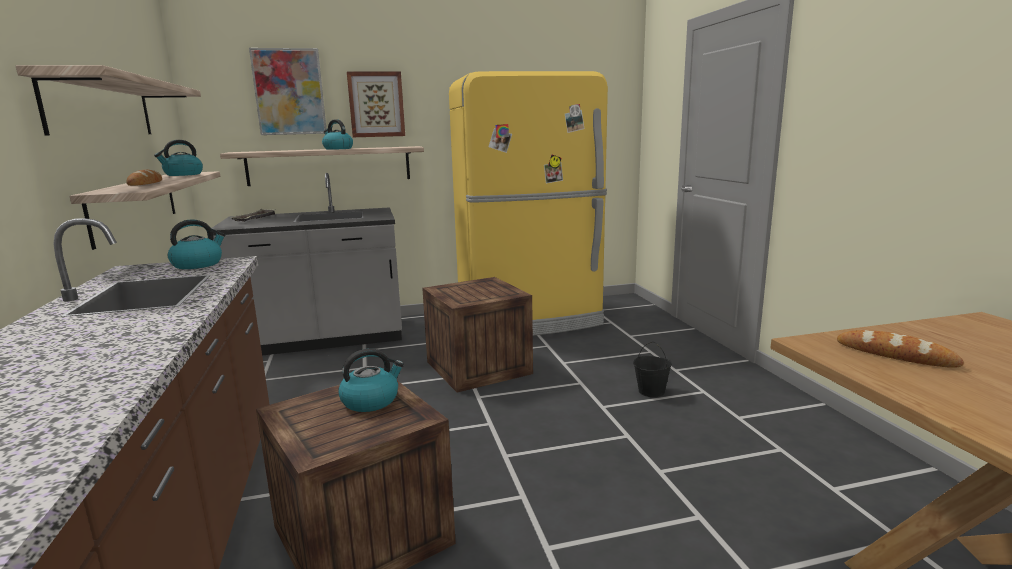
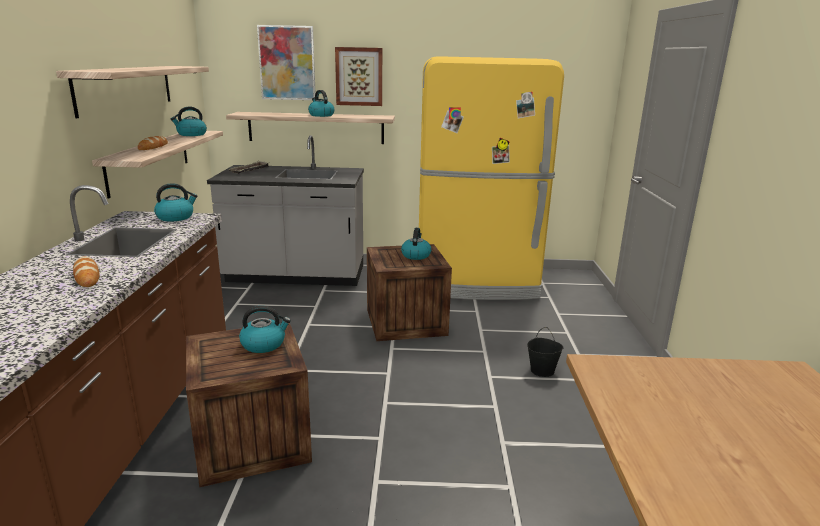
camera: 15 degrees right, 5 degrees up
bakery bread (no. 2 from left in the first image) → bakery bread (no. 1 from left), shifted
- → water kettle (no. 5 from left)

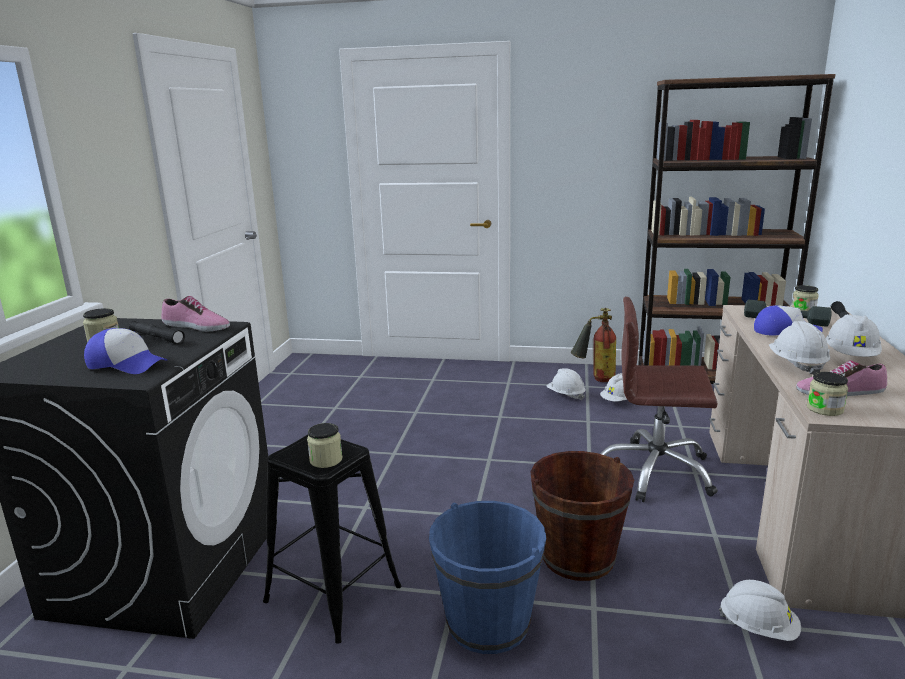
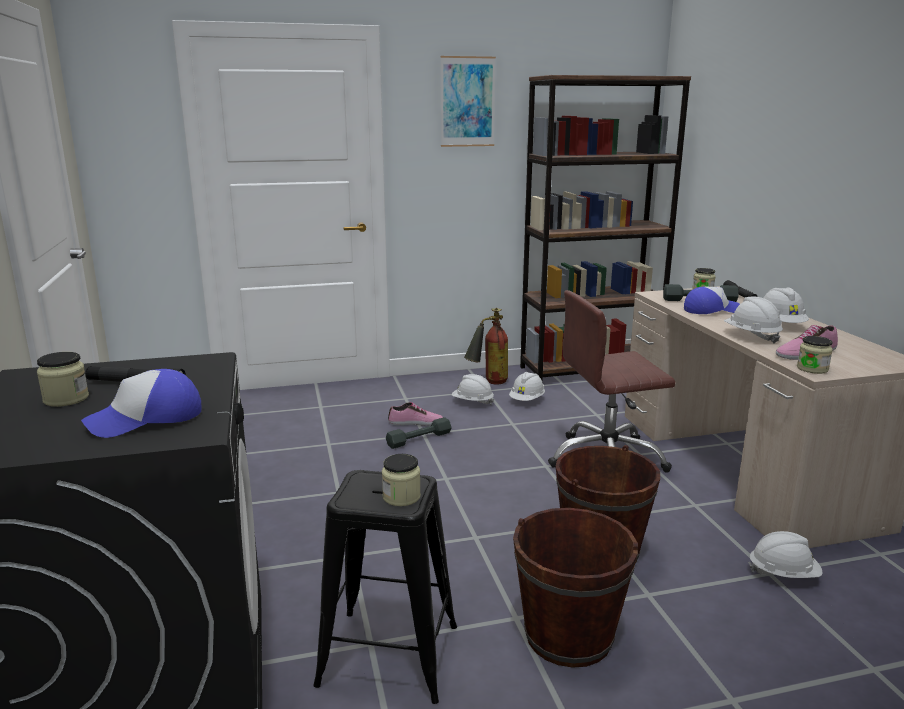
camera: 25 degrees left, 0 degrees up
item of footwear (no. 1 from left), shifted
cap (no. 1 from left), 150 degrees clockwise
blue-coloured water bucket → brownish water bucket (no. 1 from left)
- → picture
- → greyish free weight (no. 1 from left)

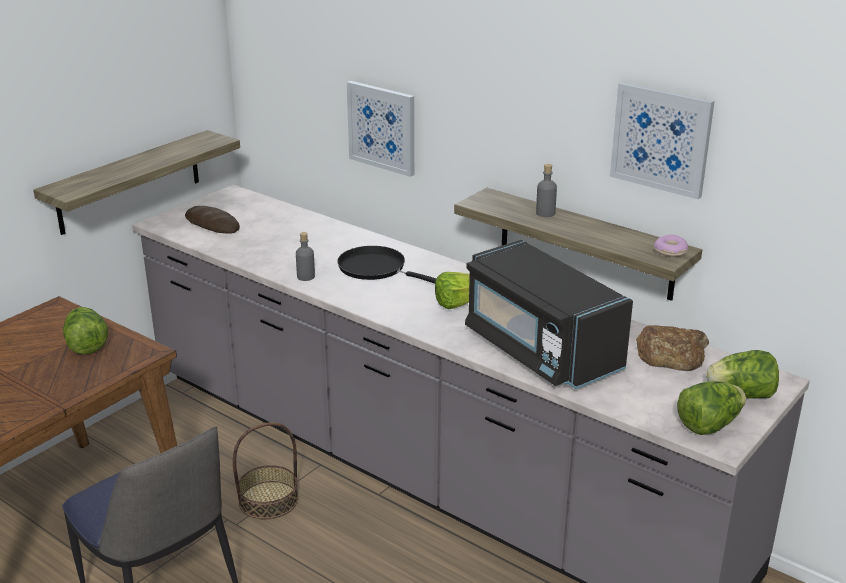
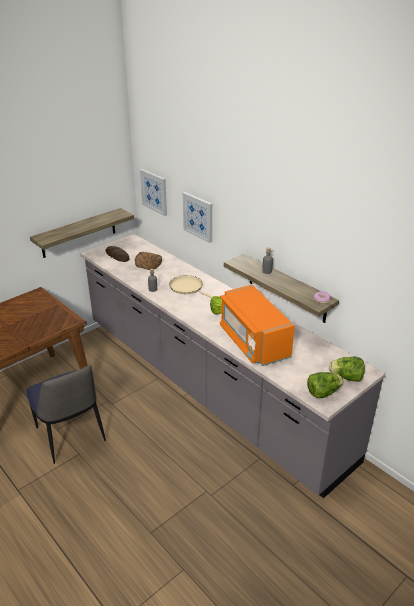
camera: 10 degrees right, 5 degrees up
picture (no. 2 from left in the first image) → picture (no. 1 from left), shifted
blackish microwave oven → orange microwave oven
blackish pan → beige pan
lettuce head (no. 1 from left) → -
bakery bread (no. 2 from left), shifted
household basket → -

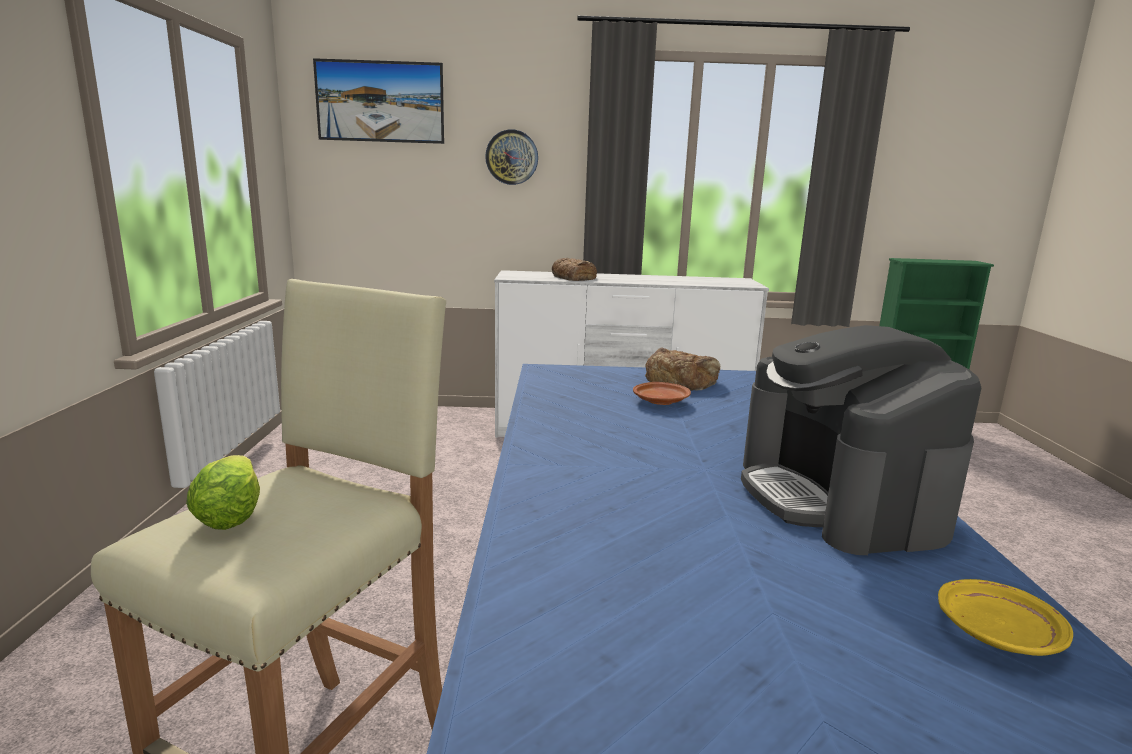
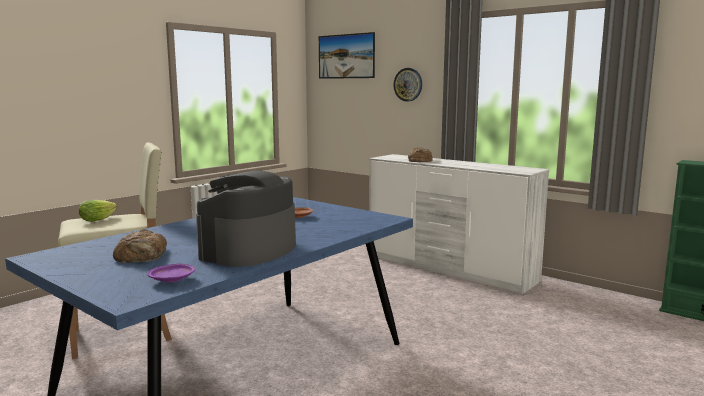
camera: 40 degrees right, 5 degrees down
bakery bread (no. 2 from left in the first image) → bakery bread (no. 1 from left), shifted
yellow dinner plate → purple-coloured dinner plate

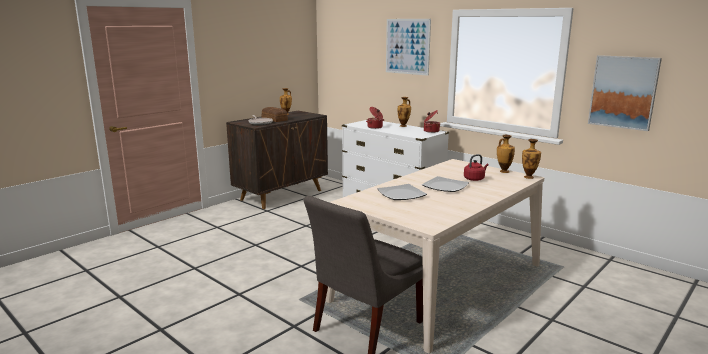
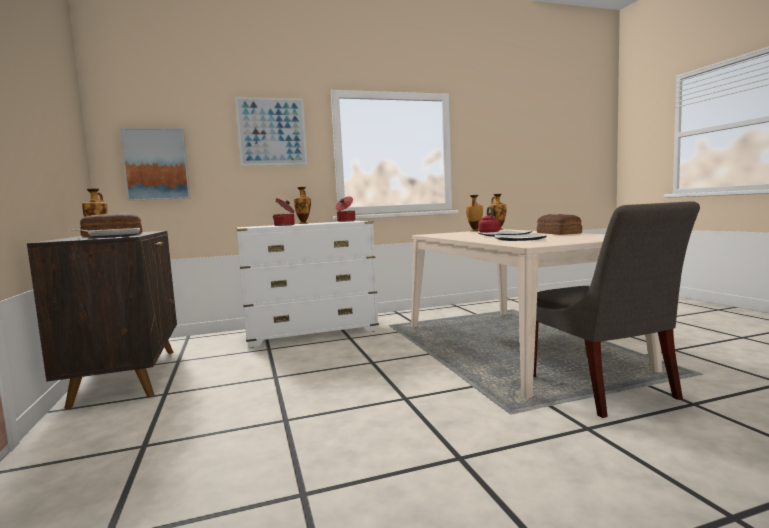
camera: 60 degrees left, 10 degrees down
picture (no. 2 from left in the first image) → picture (no. 1 from left), shifted
- → bakery bread (no. 2 from left)

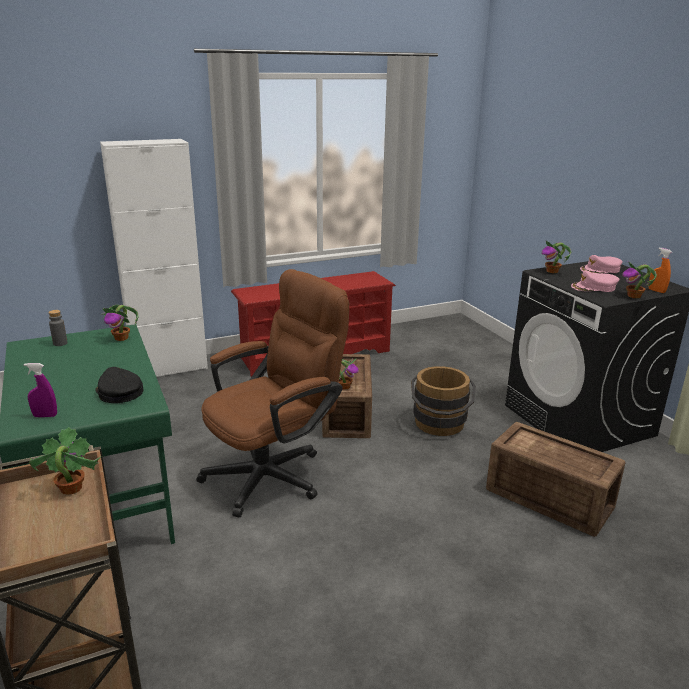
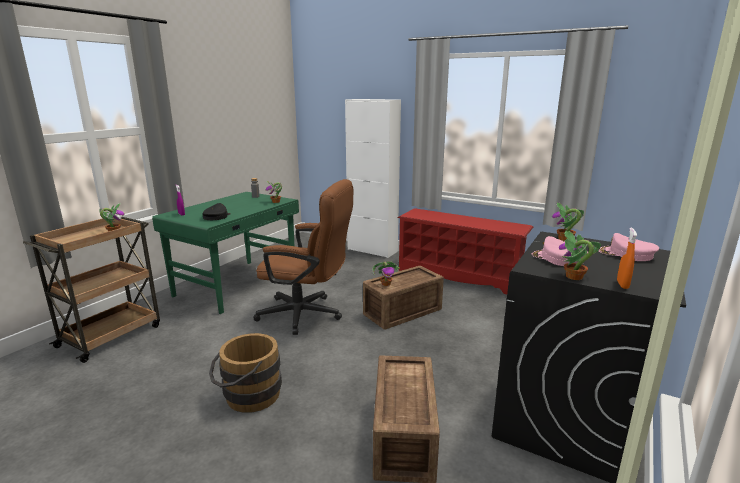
camera: 55 degrees right, 5 degrees down
brownish water bucket, shifted

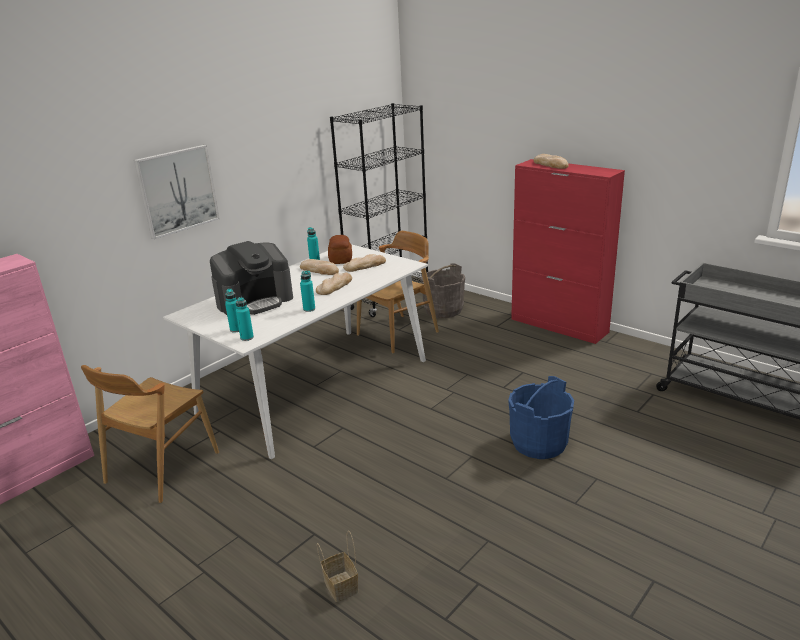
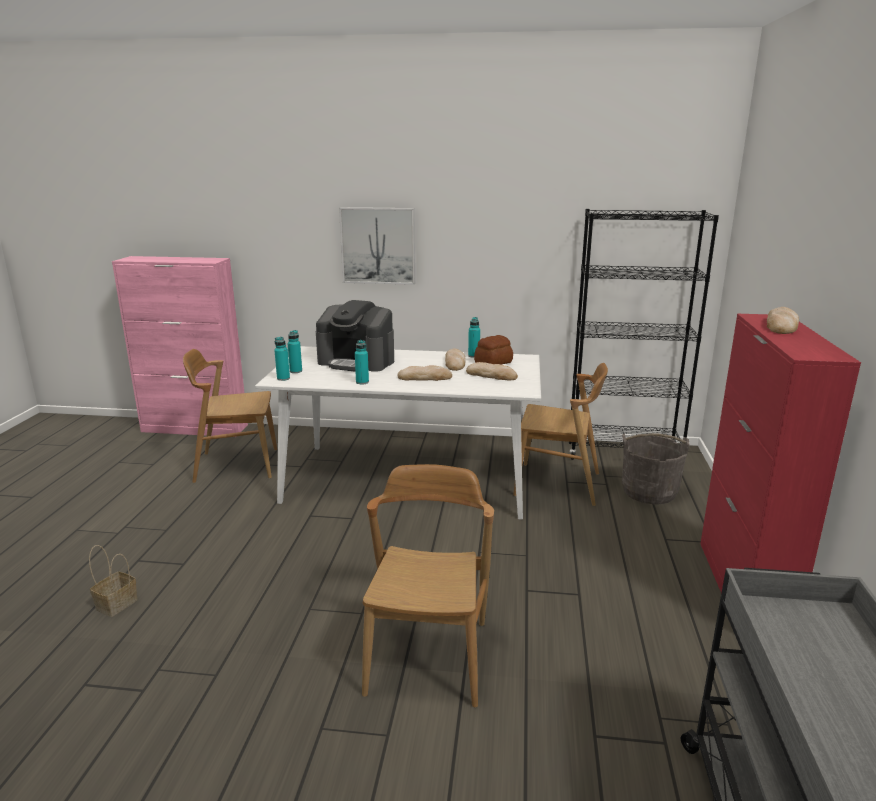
camera: 55 degrees right, 5 degrees down
blue-coloured water bucket → brownish plain chair (no. 2 from left)

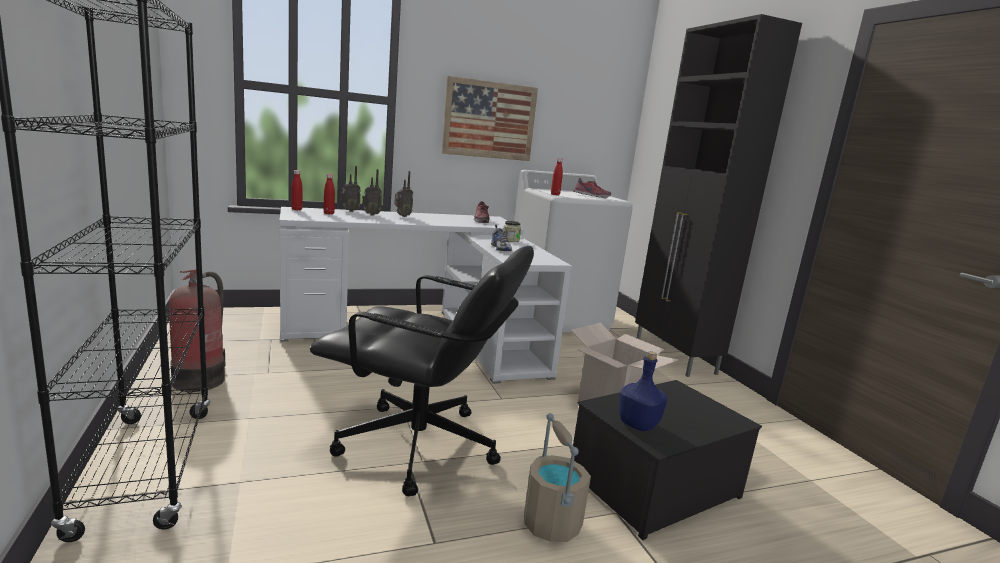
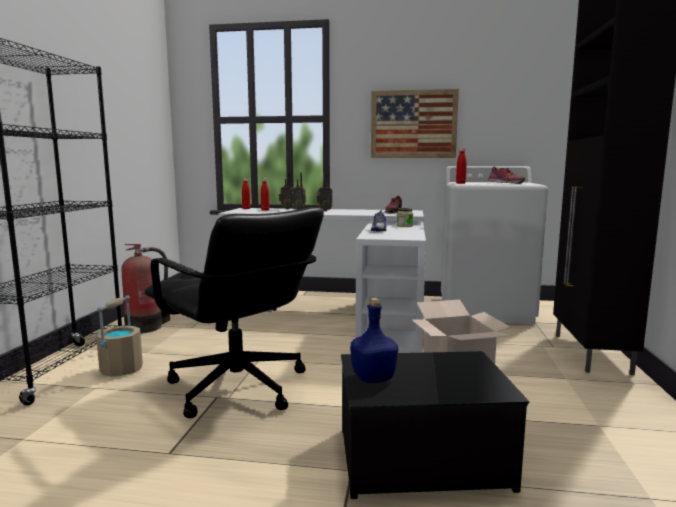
camera: 30 degrees right, 5 degrees down
beige water bucket, shifted

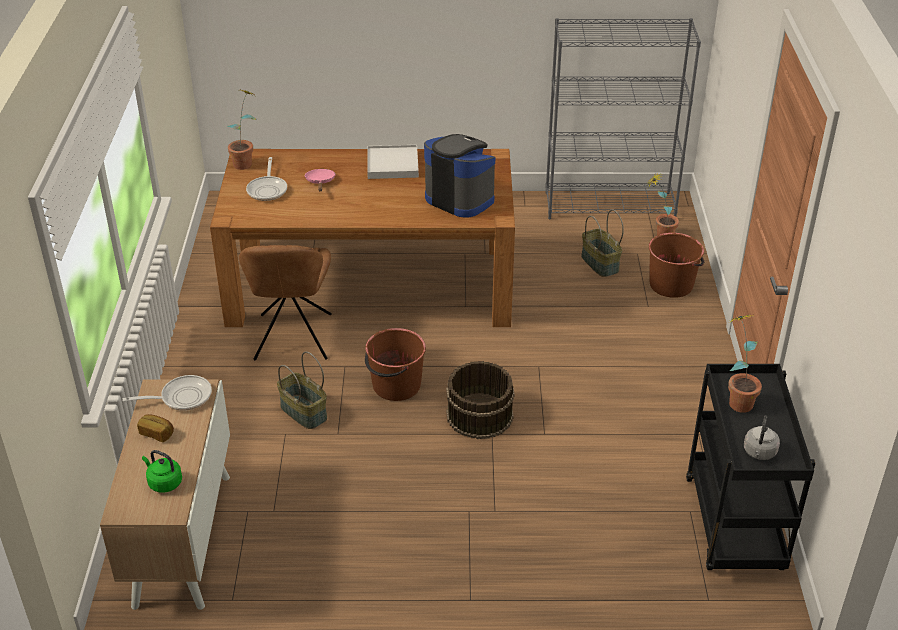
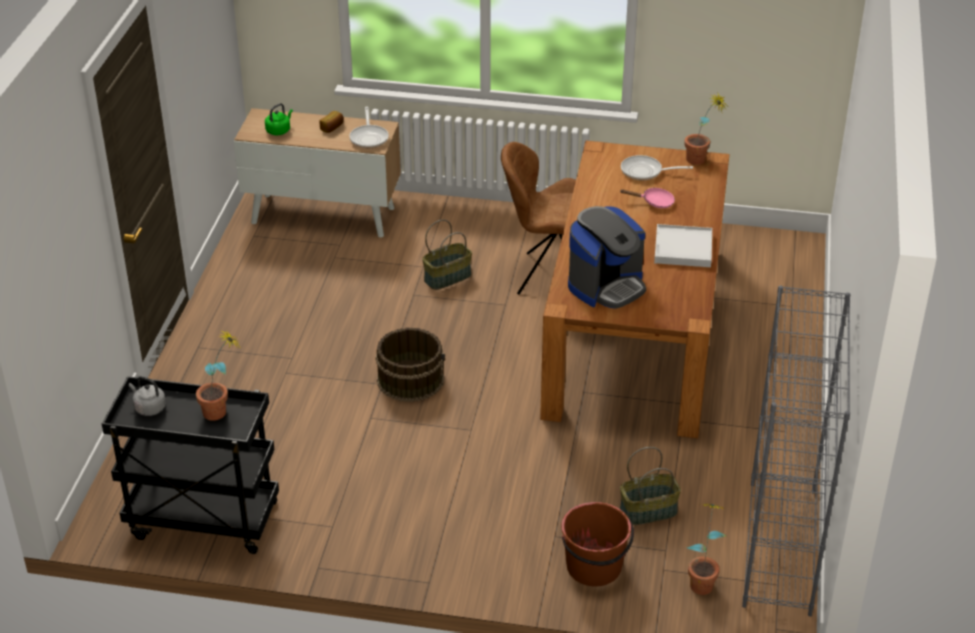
camera: 100 degrees right, 0 degrees up
brownish water bucket (no. 1 from left) → -

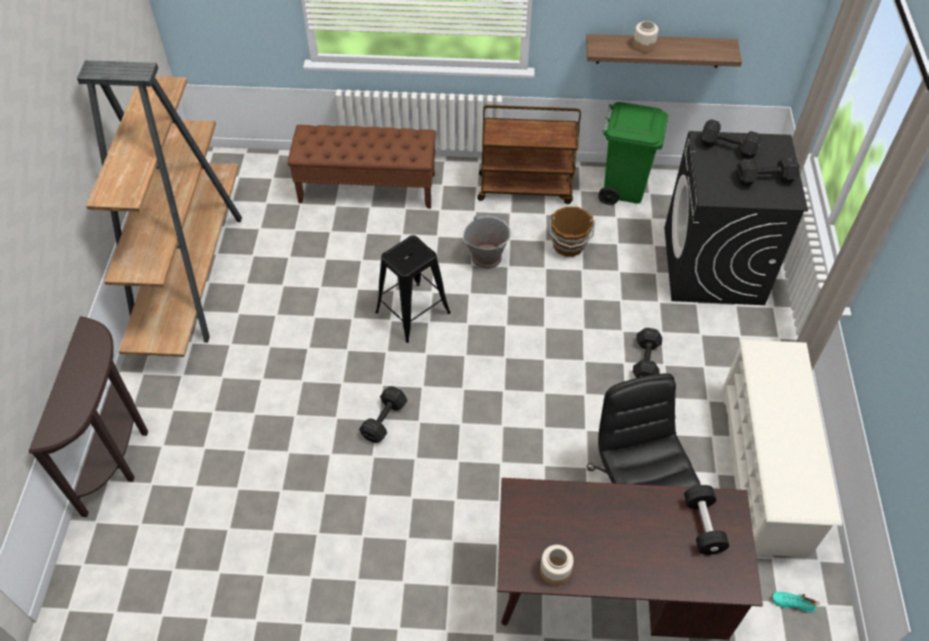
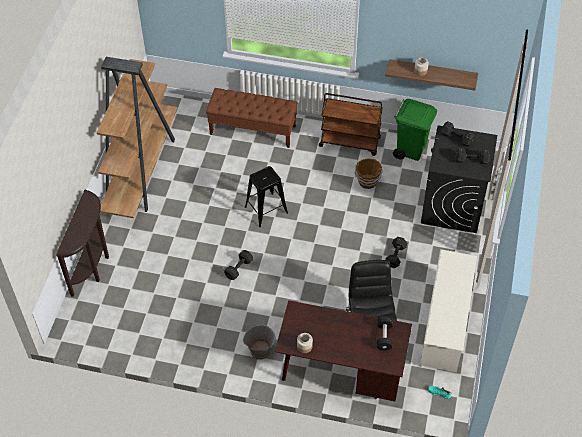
camera: 10 degrees right, 0 degrees up
greyish water bucket, shifted

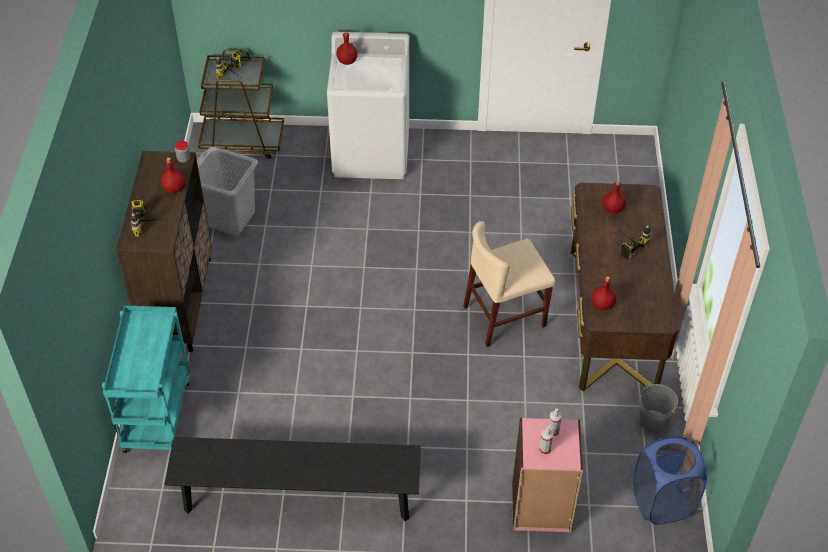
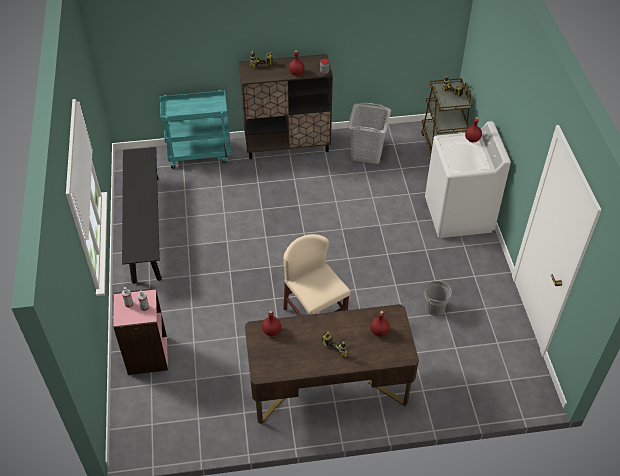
camera: 80 degrees right, 0 degrees up
greyish water bucket, shifted
blue-coloured washing basket → -

